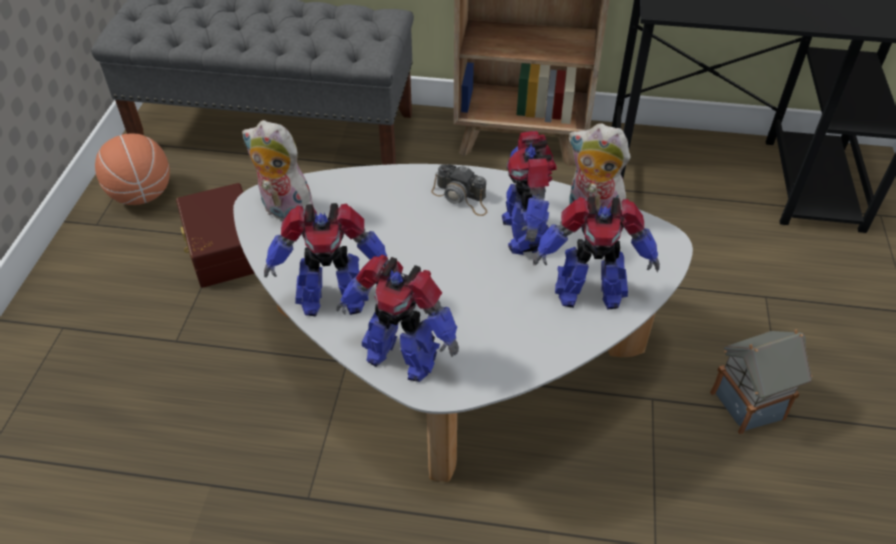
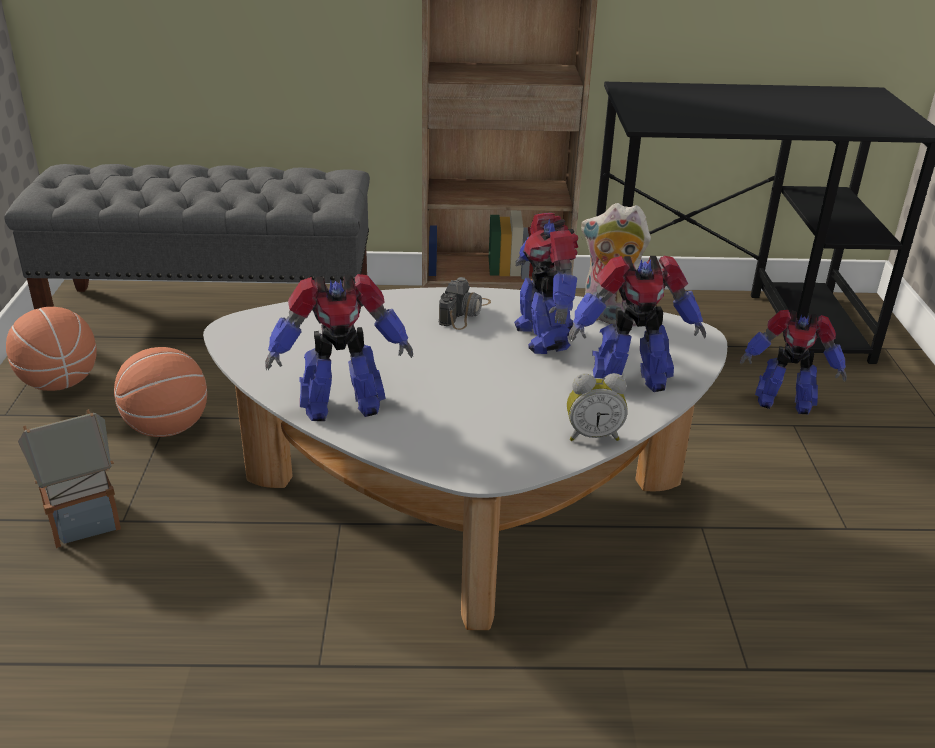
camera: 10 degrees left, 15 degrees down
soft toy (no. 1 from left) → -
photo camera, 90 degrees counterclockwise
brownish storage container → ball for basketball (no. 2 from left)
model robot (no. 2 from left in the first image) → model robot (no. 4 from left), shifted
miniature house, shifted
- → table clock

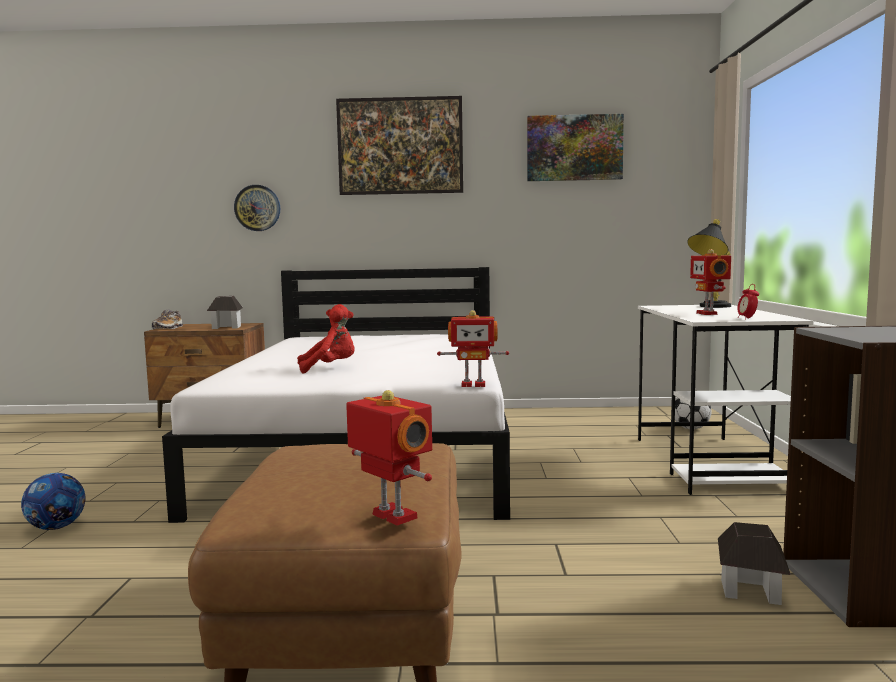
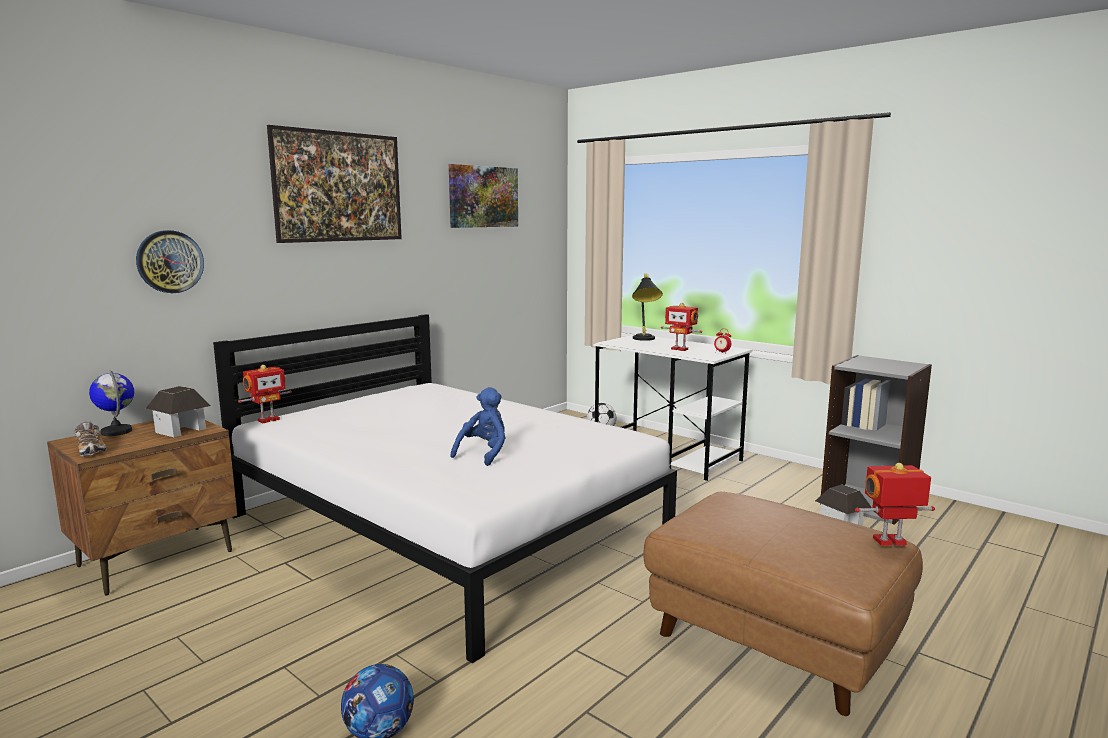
camera: 50 degrees left, 5 degrees up
reddish soft toy → blue-coloured soft toy
model robot (no. 2 from left in the first image) → model robot (no. 1 from left), shifted
- → desk globe

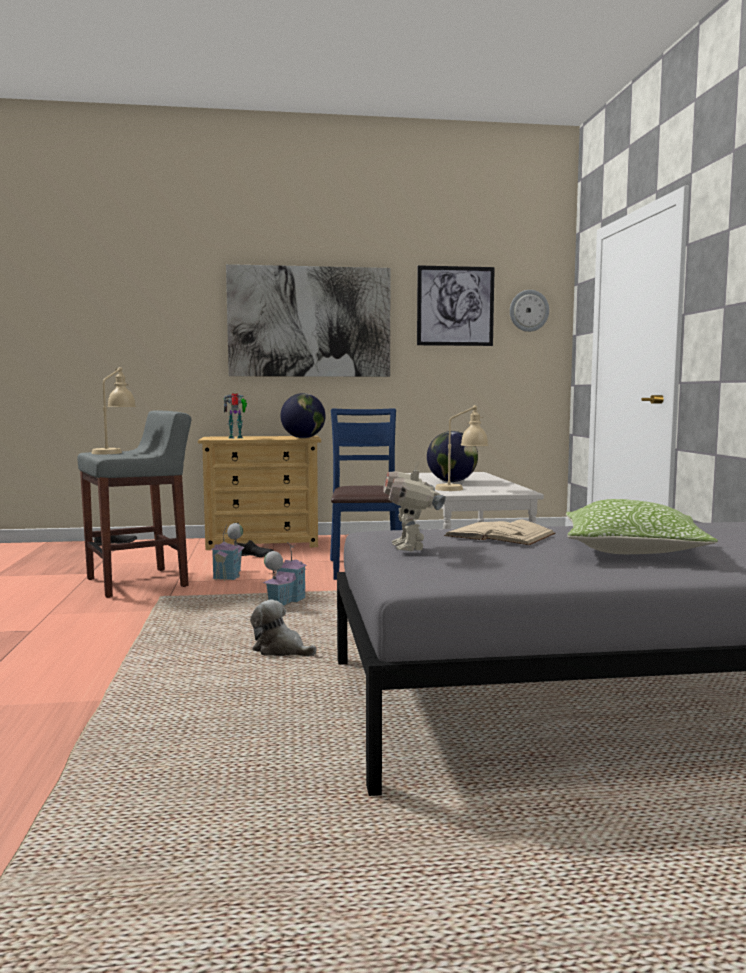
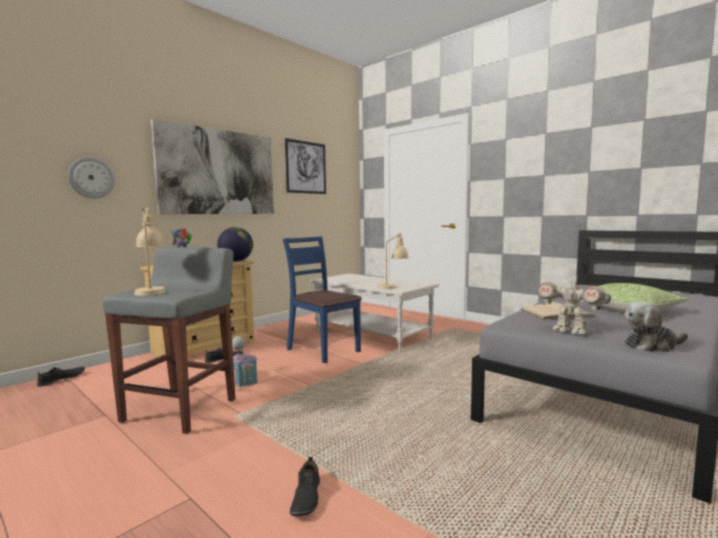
camera: 40 degrees left, 0 degrees up
clock on the wall, shifted
desk globe (no. 2 from left) → -
miniature house (no. 2 from left) → -
soft toy, shifted
- → blackish item of footwear (no. 3 from left)

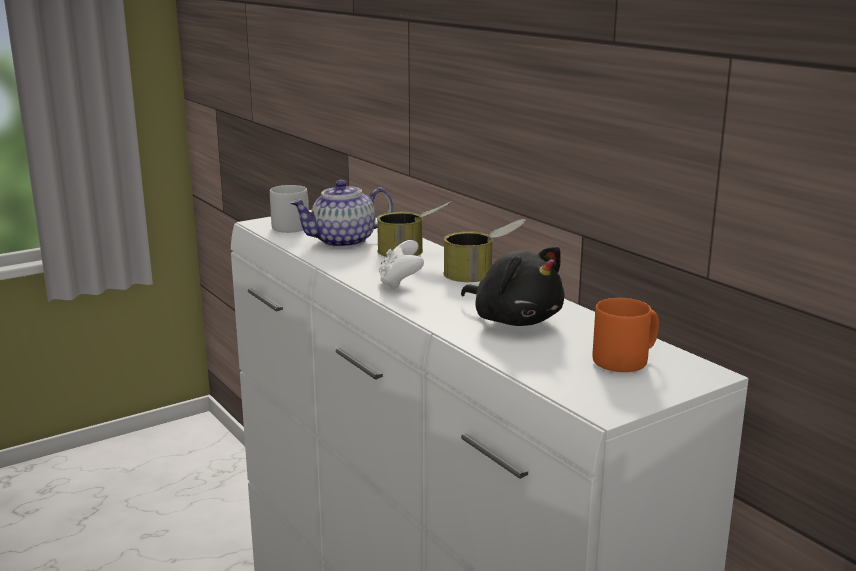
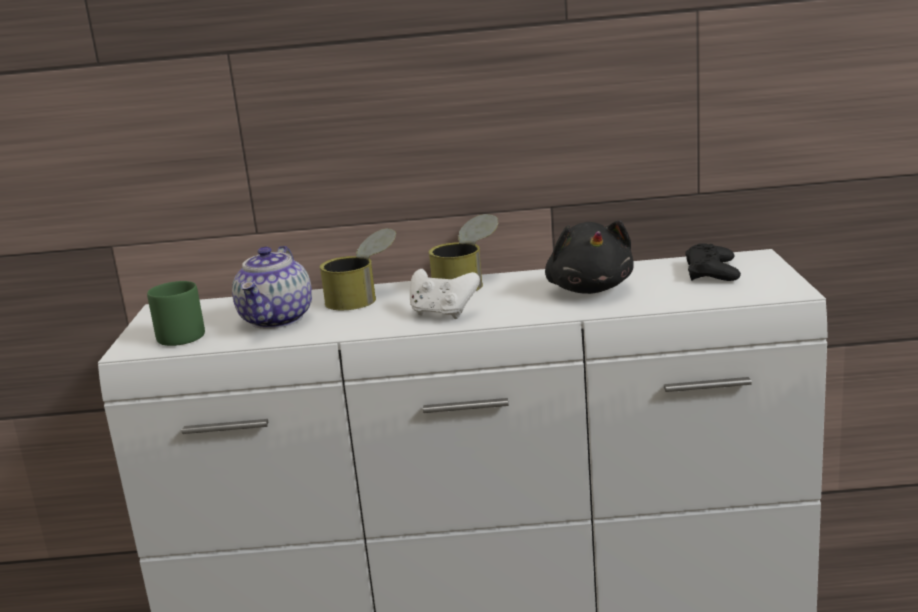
camera: 55 degrees left, 0 degrees up
greyish mug → green mug
blackish soft toy, 90 degrees clockwise
orange mug → blackish joypad

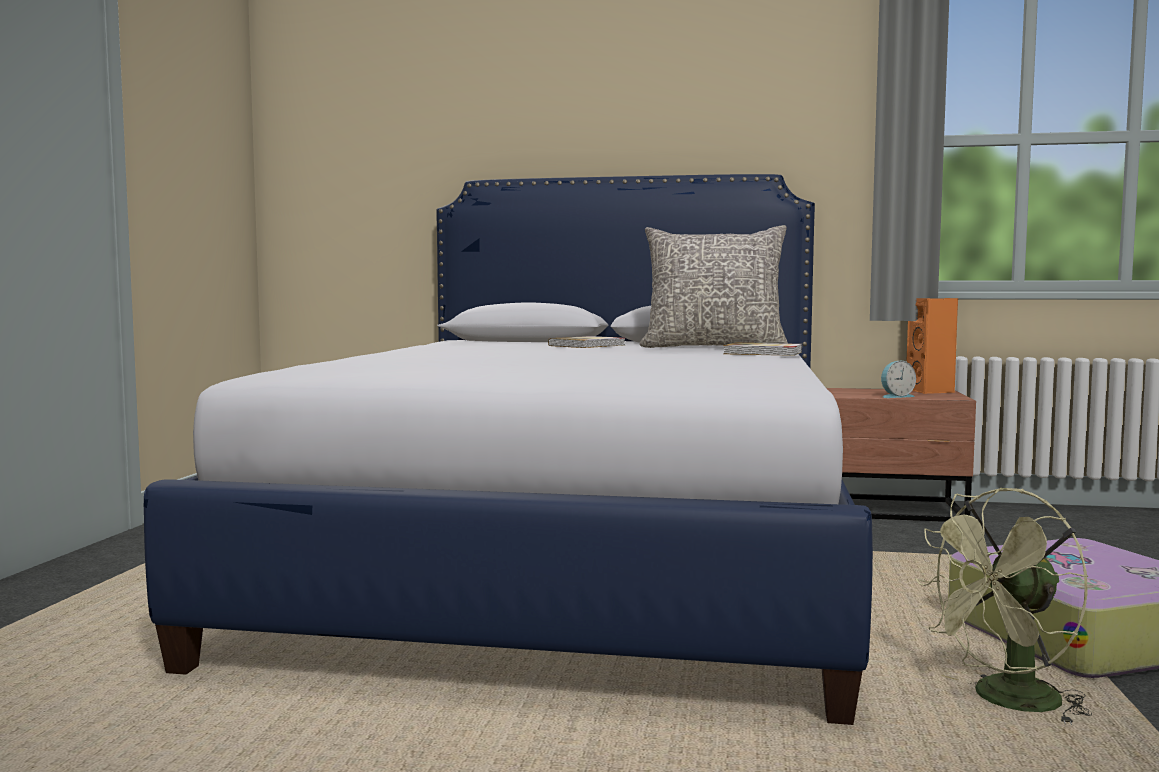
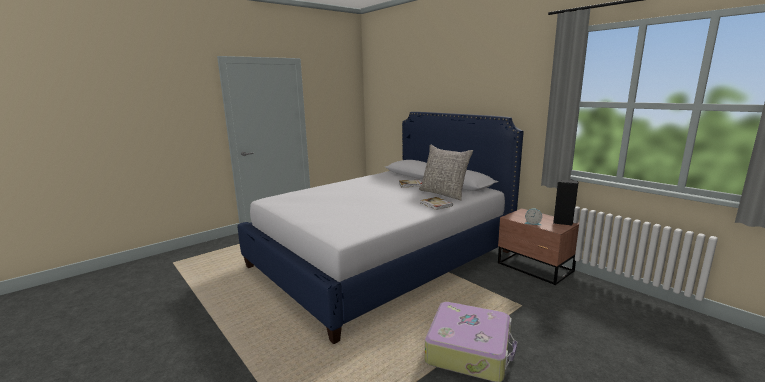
camera: 40 degrees right, 10 degrees up
orange speaker → blackish speaker
green electric fan → -

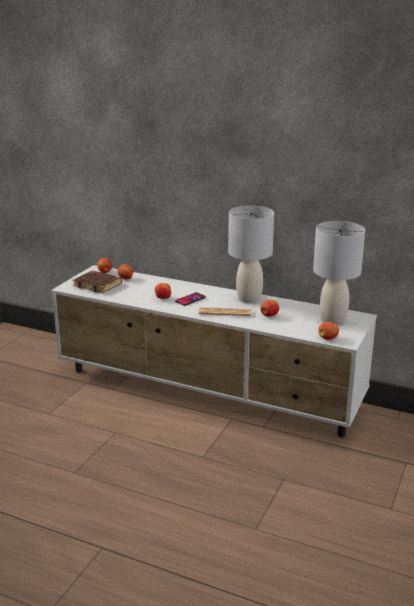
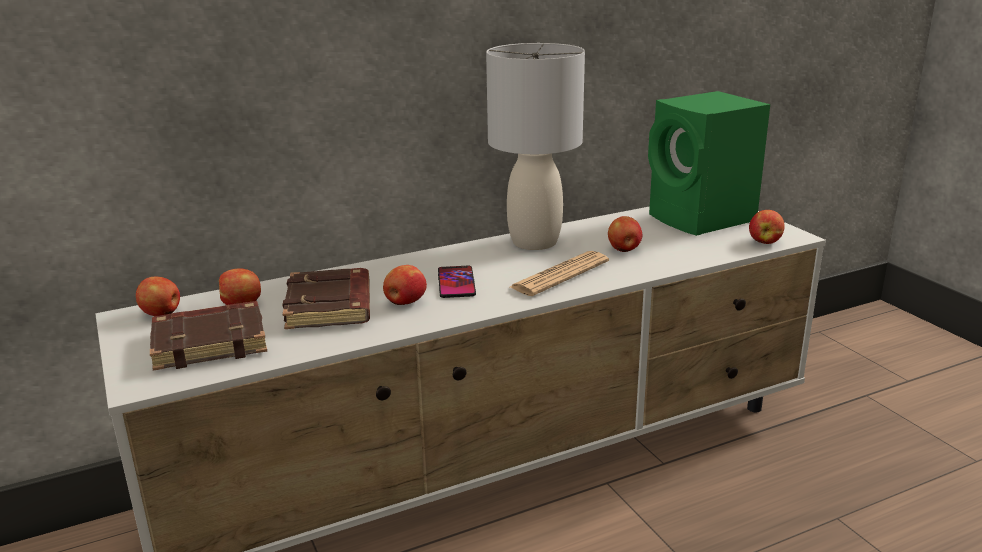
camera: 50 degrees left, 0 degrees up
greyish tabletop lamp (no. 2 from left) → green speaker
- → brownish book (no. 2 from left)

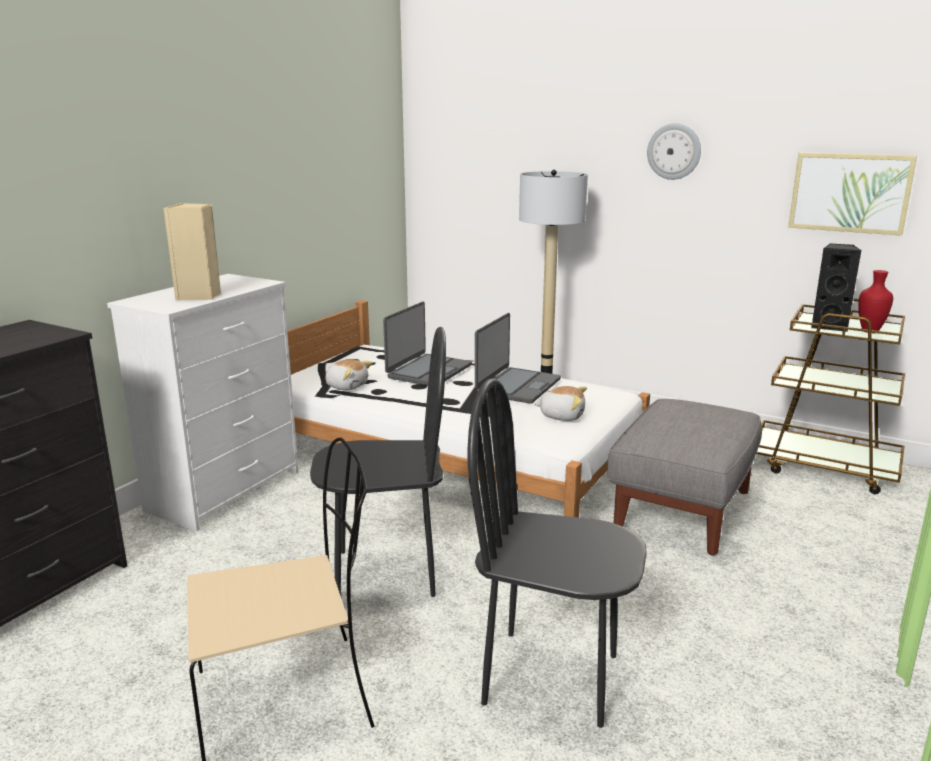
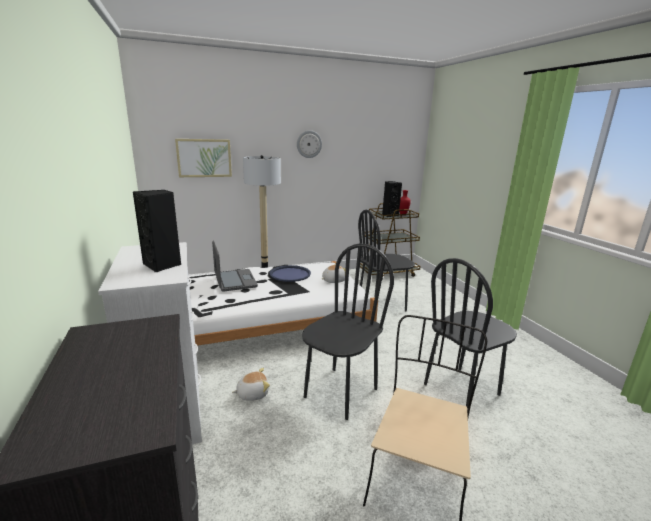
camera: 50 degrees left, 0 degrees up
picture, shifted
beige speaker → blackish speaker (no. 1 from left)
notebook computer (no. 2 from left) → blue-coloured carrying tray
soft toy (no. 1 from left), shifted
greyish pouffe → blackish plain chair (no. 2 from left)

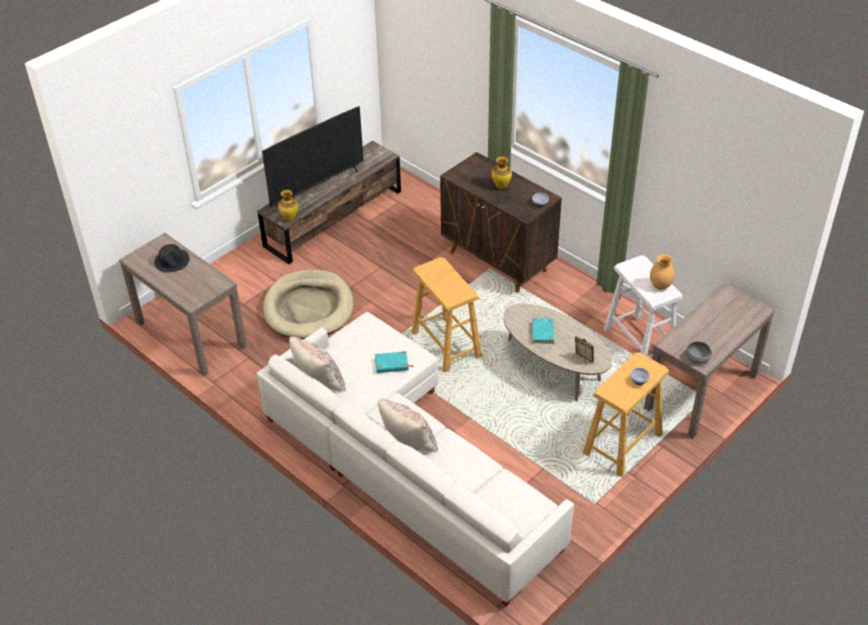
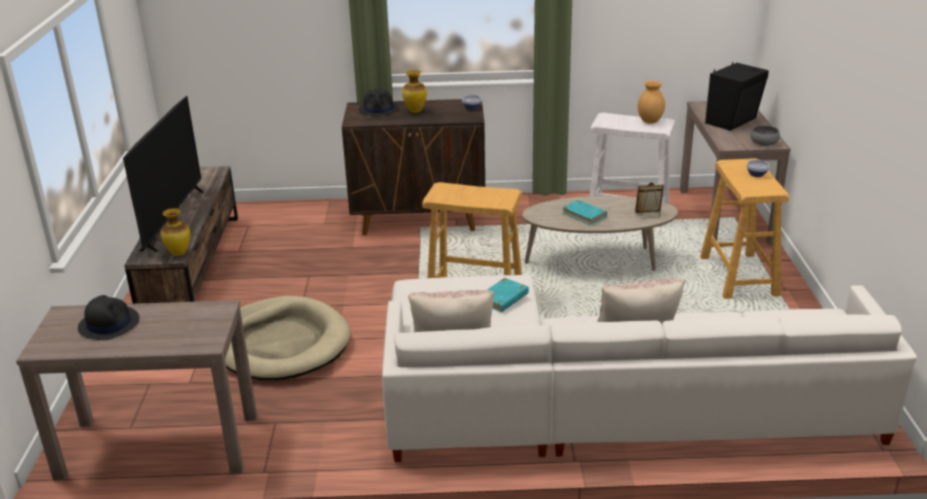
camera: 45 degrees left, 15 degrees down
- → blackish speaker
- → blackish clothing hat (no. 2 from left)

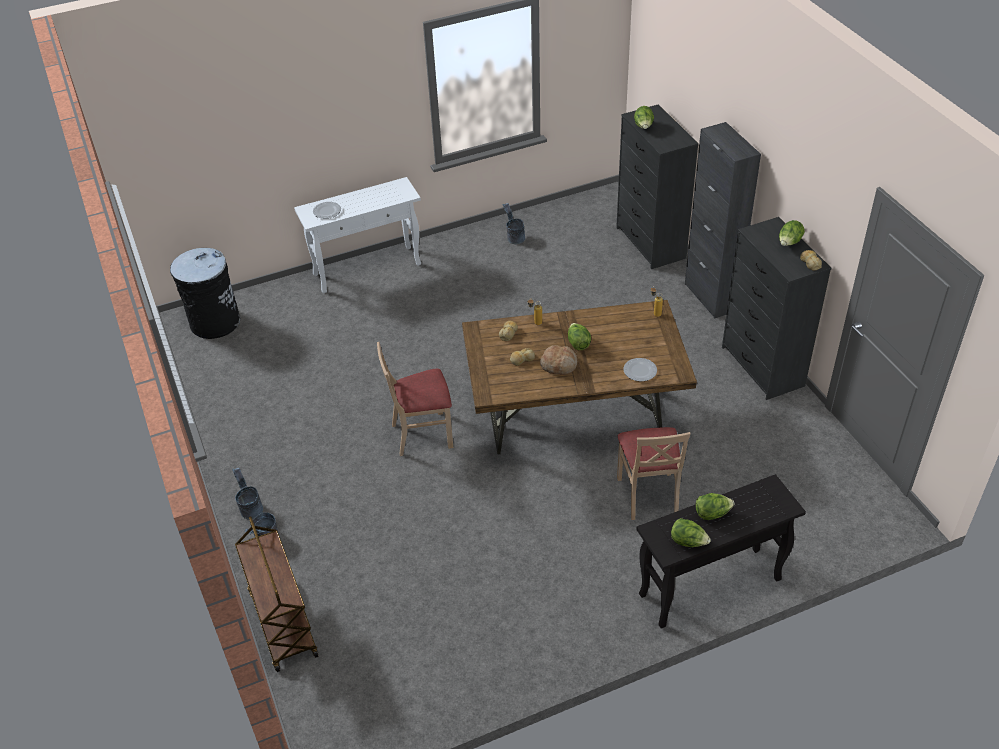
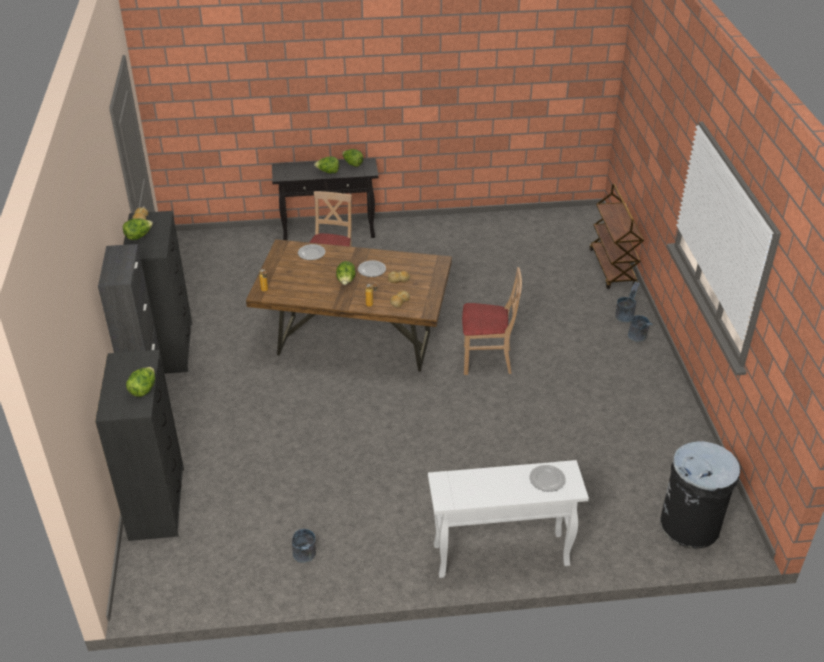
camera: 165 degrees left, 5 degrees down
bakery bread (no. 3 from left) → dinner plate (no. 2 from left)

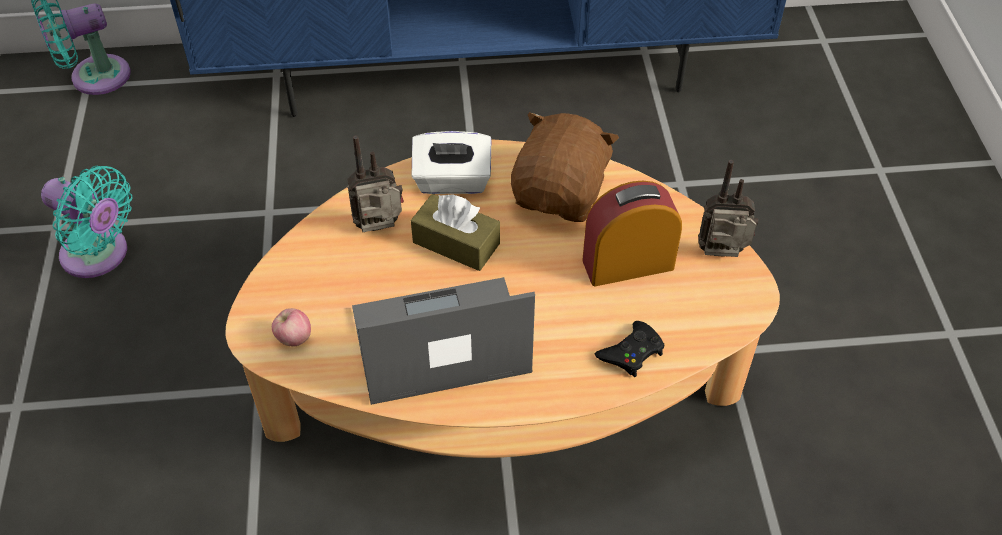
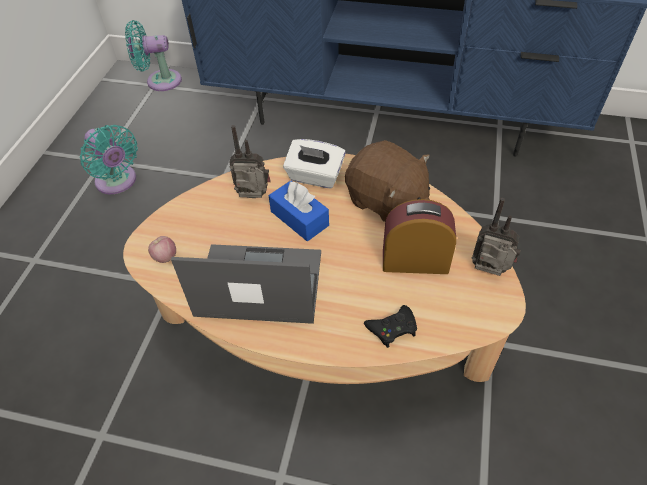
camera: 20 degrees right, 0 degrees up
brownish soft toy, 90 degrees clockwise
brownish tissue box → blue-coloured tissue box

